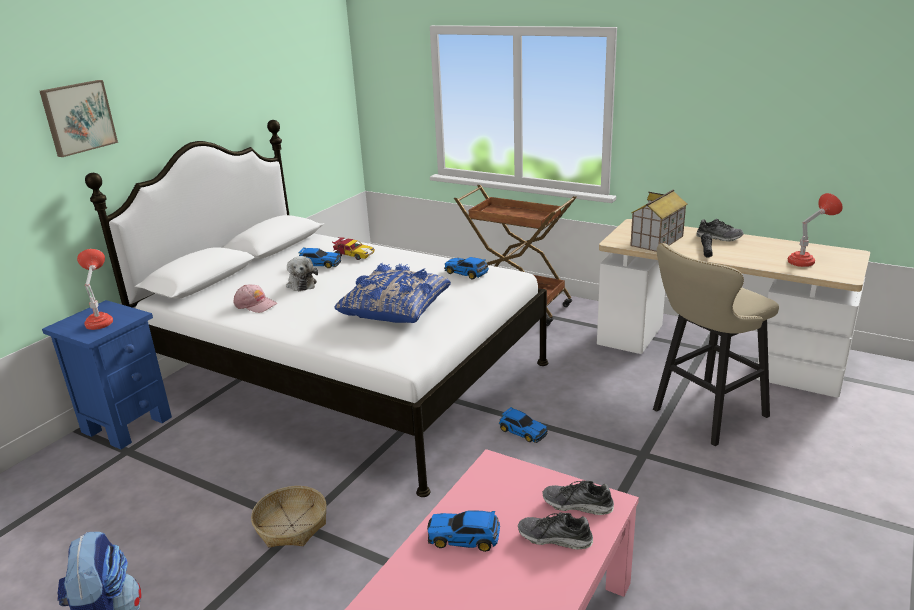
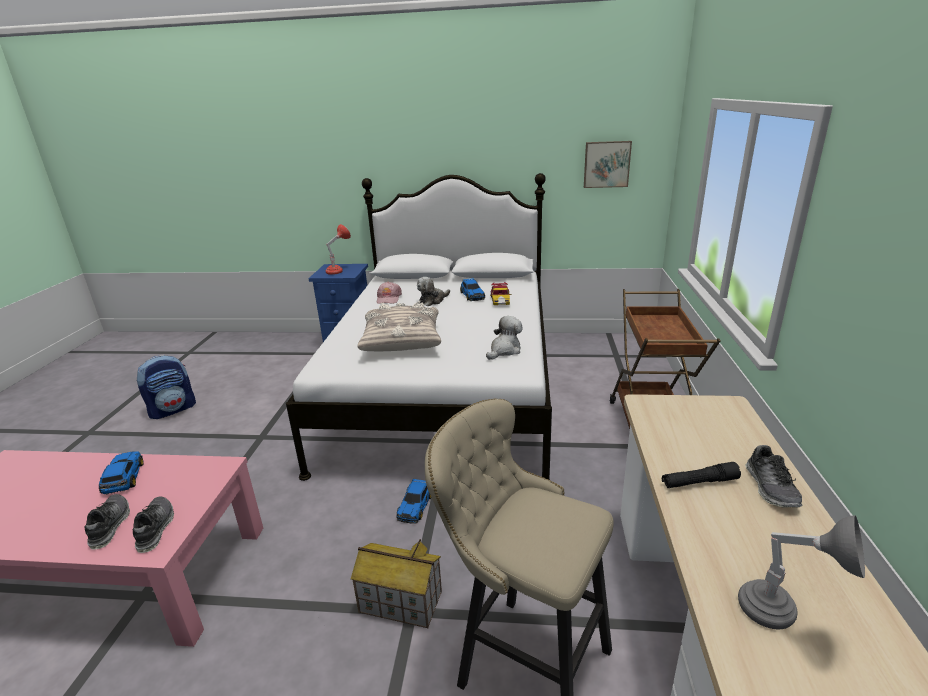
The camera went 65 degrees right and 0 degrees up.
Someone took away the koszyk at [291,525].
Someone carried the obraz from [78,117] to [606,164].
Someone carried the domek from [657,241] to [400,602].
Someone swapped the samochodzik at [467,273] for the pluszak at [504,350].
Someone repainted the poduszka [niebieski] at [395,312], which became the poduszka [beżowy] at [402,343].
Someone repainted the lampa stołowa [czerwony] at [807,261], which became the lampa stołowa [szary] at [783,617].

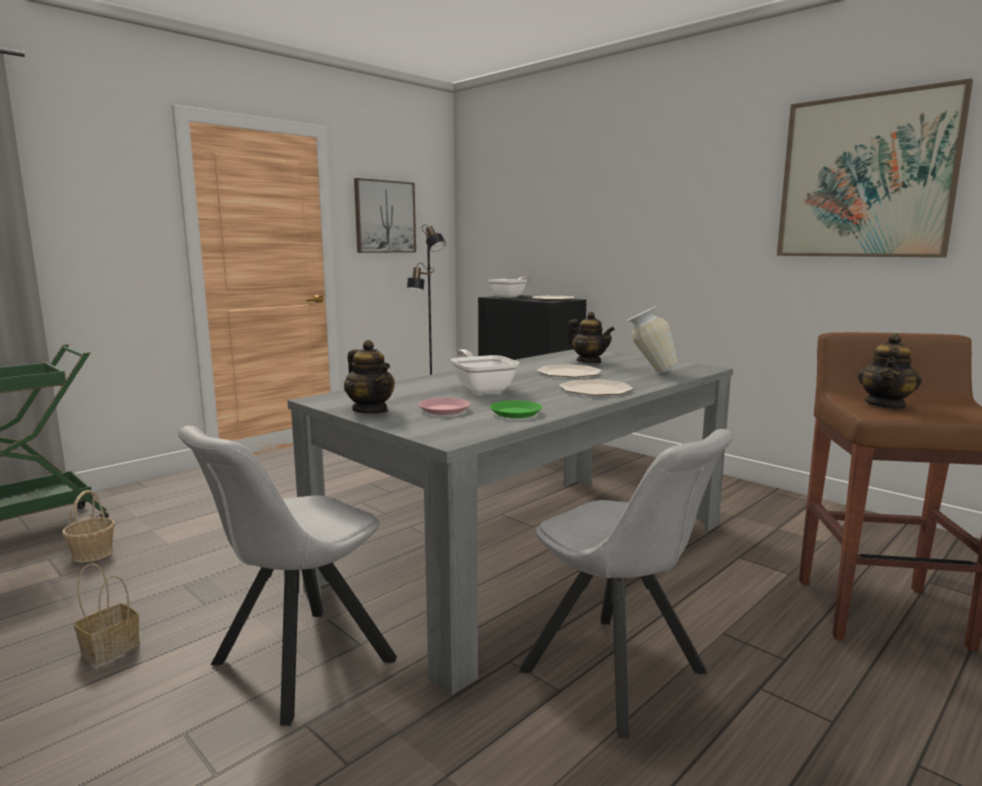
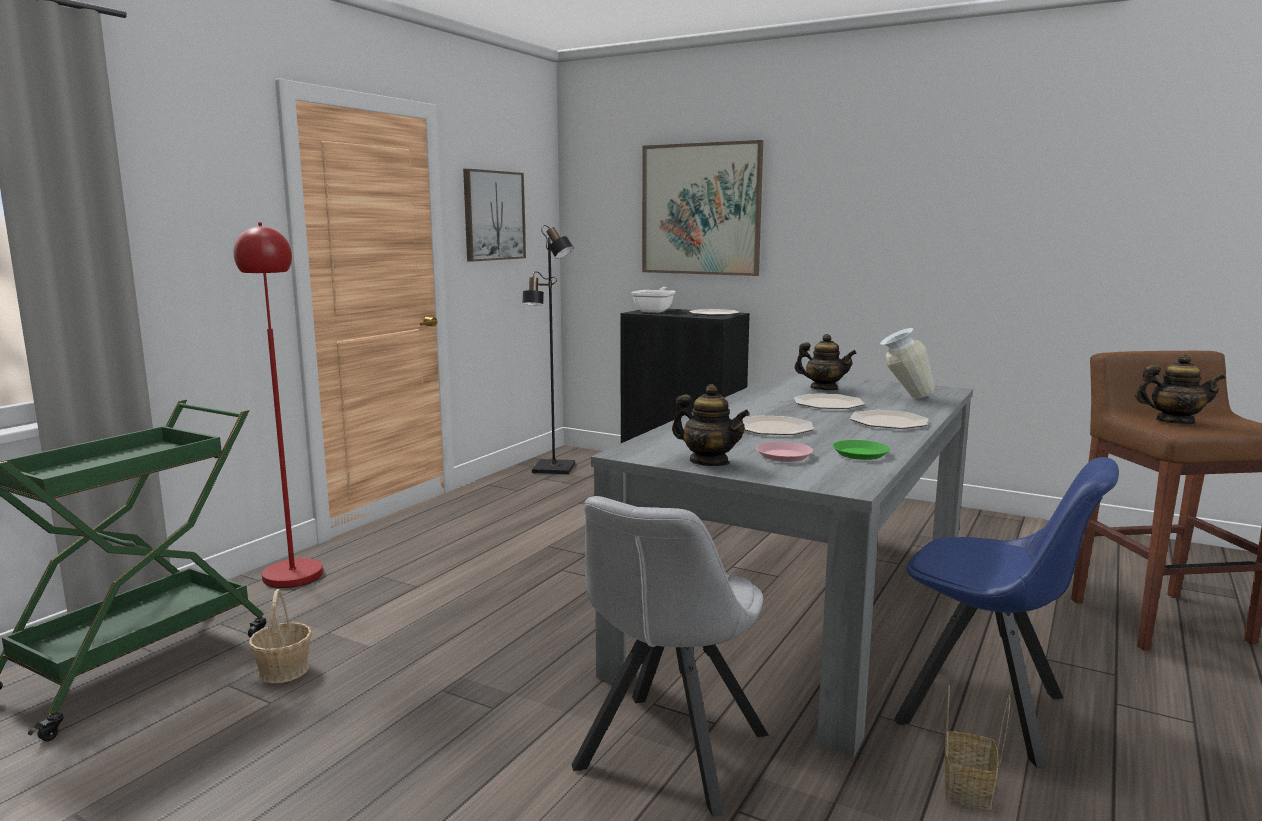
The camera went 15 degrees left and 0 degrees up.
Someone put down the lampa stojąca [czerwony] at [294,583].
Someone carried the koszyk from [109,650] to [969,790].
Someone carried the obraz from [865,177] to [701,209].
Someone swapped the patelnia at [482,388] for the talerz at [774,427].
Someone repainted the krzesło [szary] at [617,673], which became the krzesło [niebieski] at [986,711].
Someone rotated the imbryk at [886,405] by 90 degrees counterclockwise.

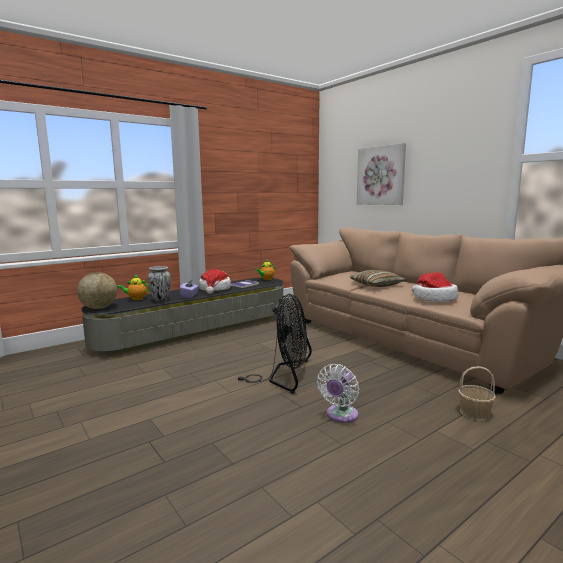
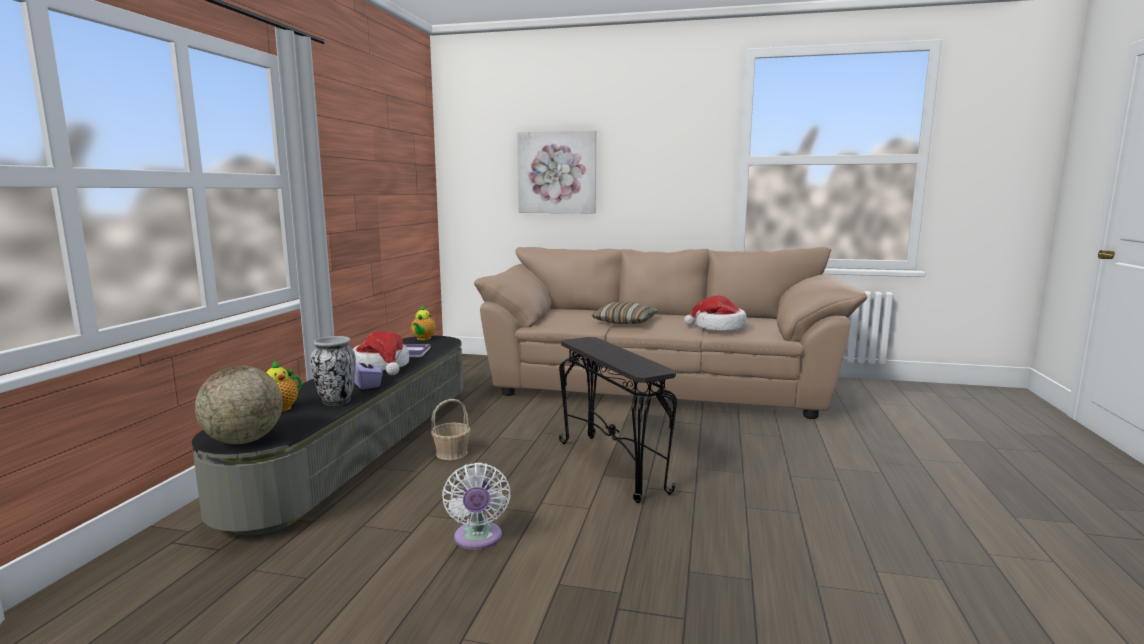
The camera went 40 degrees left and 0 degrees up.
Someone carried the wentylator [biały] from [340,416] to [478,539].
Someone carried the koszyk from [475,413] to [452,453].
Someone swapped the wentylator [czarny] at [284,376] for the stolik [czarny] at [611,466].

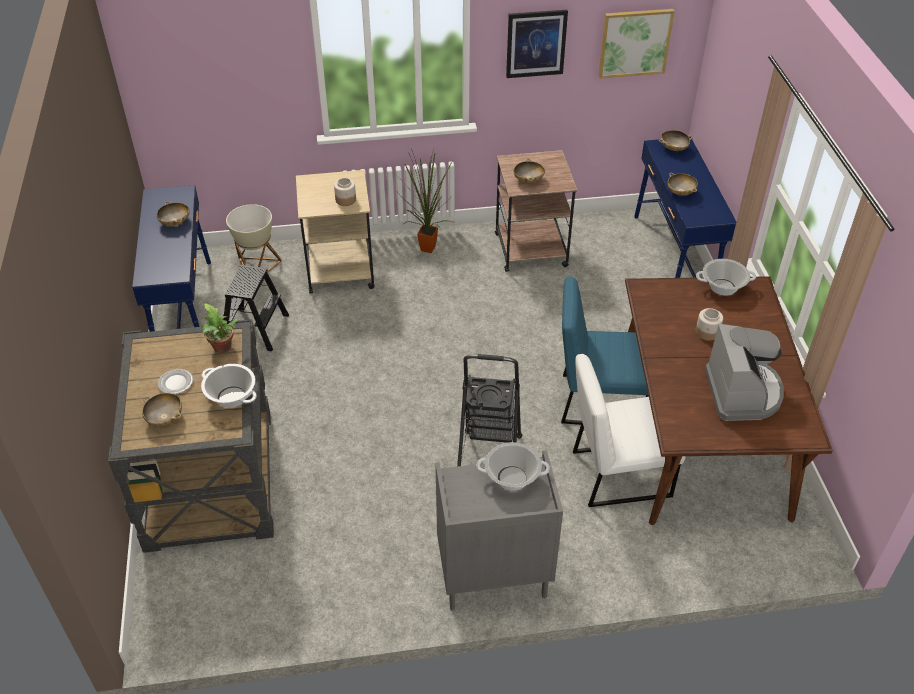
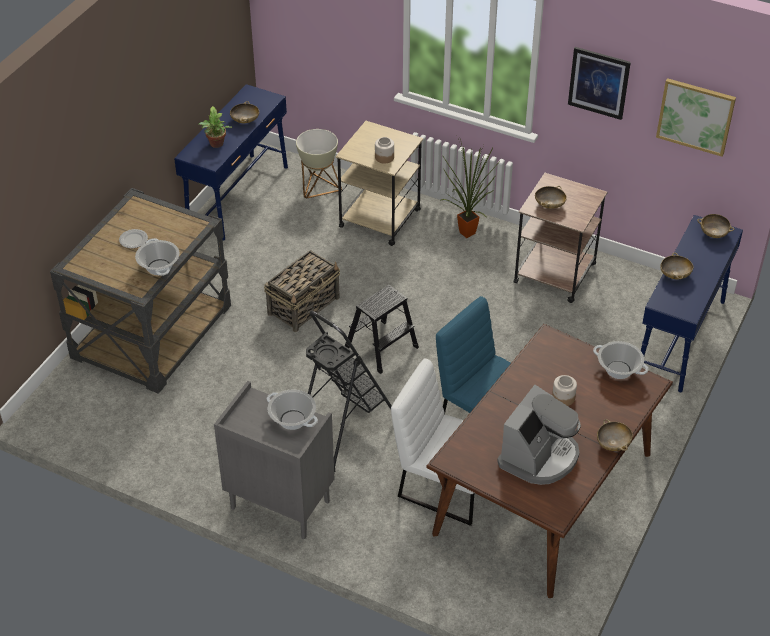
The camera went 35 degrees right and 0 degrees up.
Someone put down the koszyk at [304,305].
Someone carried the miska [beżowy] from [165,418] to [613,444].
Someone carried the roślina doniczkowa from [223,348] to [216,145].
Someone carried the drabinka [czarny] from [255,328] to [382,346].

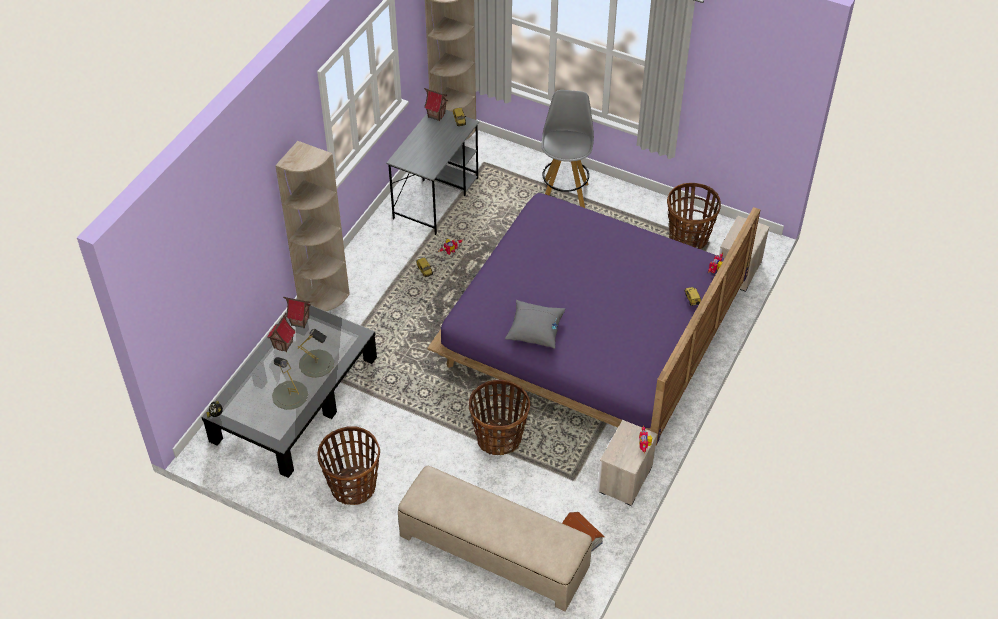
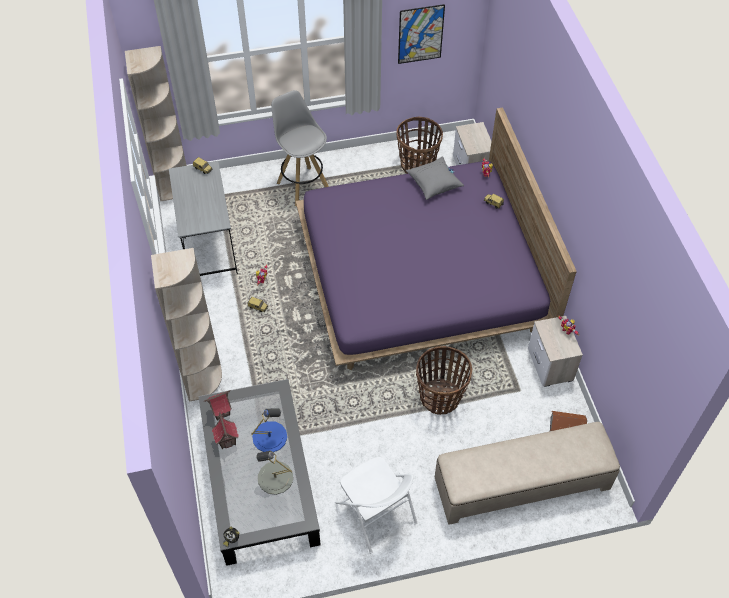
The camera went 40 degrees left and 5 degrees up.
Someone took away the domek at [436,115].
Someone put up the obraz at [420,34].
Someone carried the poduszka [szary] from [535,330] to [434,183].
Someone swapped the koszyk at [353,486] for the krzesło [biały] at [375,513].
Someone repainted the lampa stołowa [szary] at [316,363], which became the lampa stołowa [niebieski] at [269,437].

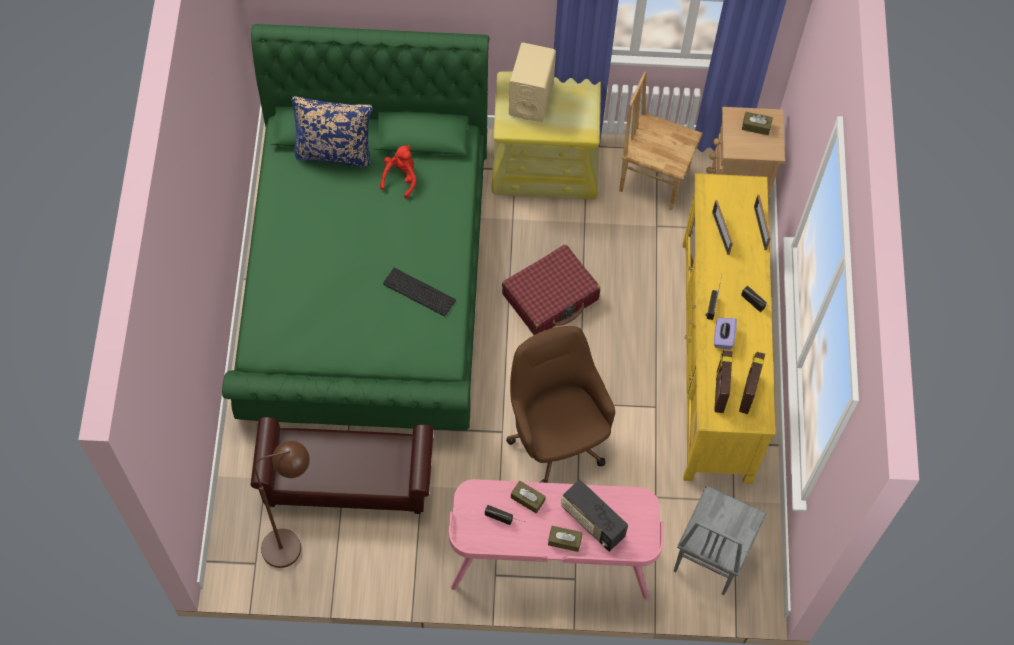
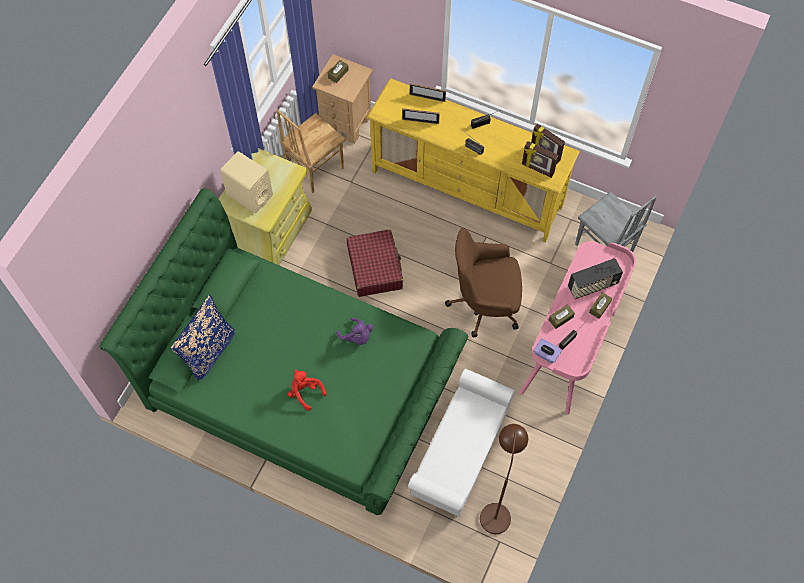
The camera went 65 degrees left and 0 degrees up.
Someone carried the pluszak [czerwony] from [401,178] to [305,392].
Someone carried the pudełko chusteczek [fioletowy] from [723,338] to [546,354].
Someone swapped the klawiatura at [417,292] for the pluszak [fioletowy] at [357,337].
Someone repainted the pufa [brązowy] at [347,480], which became the pufa [biały] at [459,454].

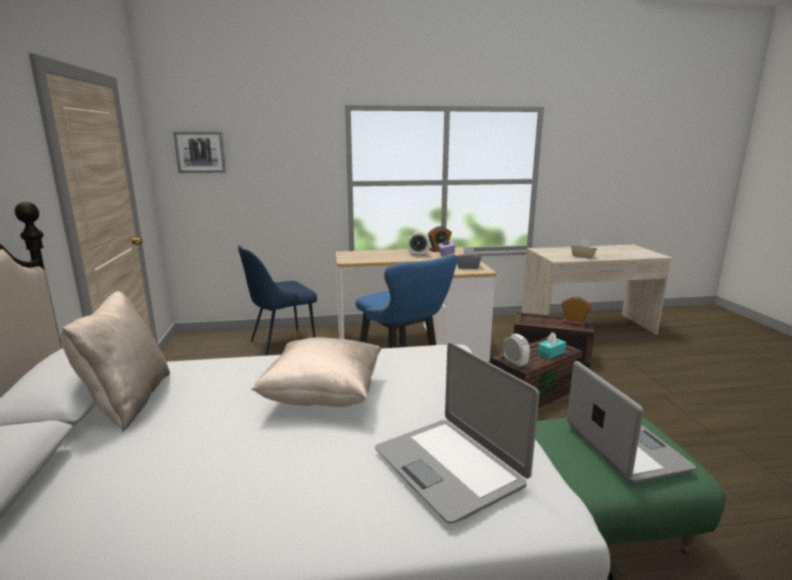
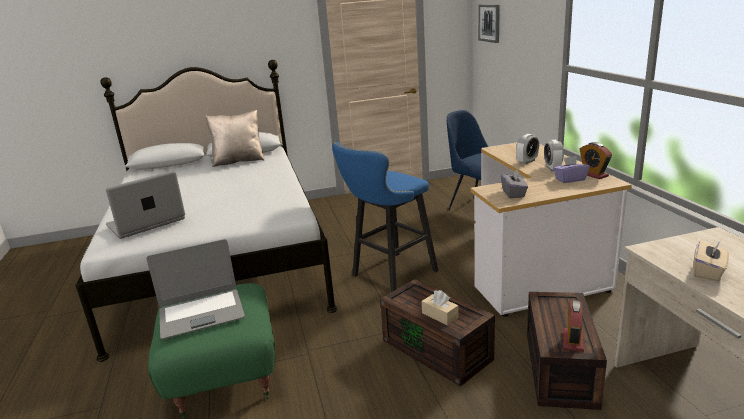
The camera went 85 degrees right and 5 degrees up.
Someone took away the poduszka [beżowy] at [323,396].
Someone carried the budzik from [515,363] to [527,161].
Someone repainted the pudełko chusteczek [turkusowy] at [551,353], which became the pudełko chusteczek [beżowy] at [440,315].

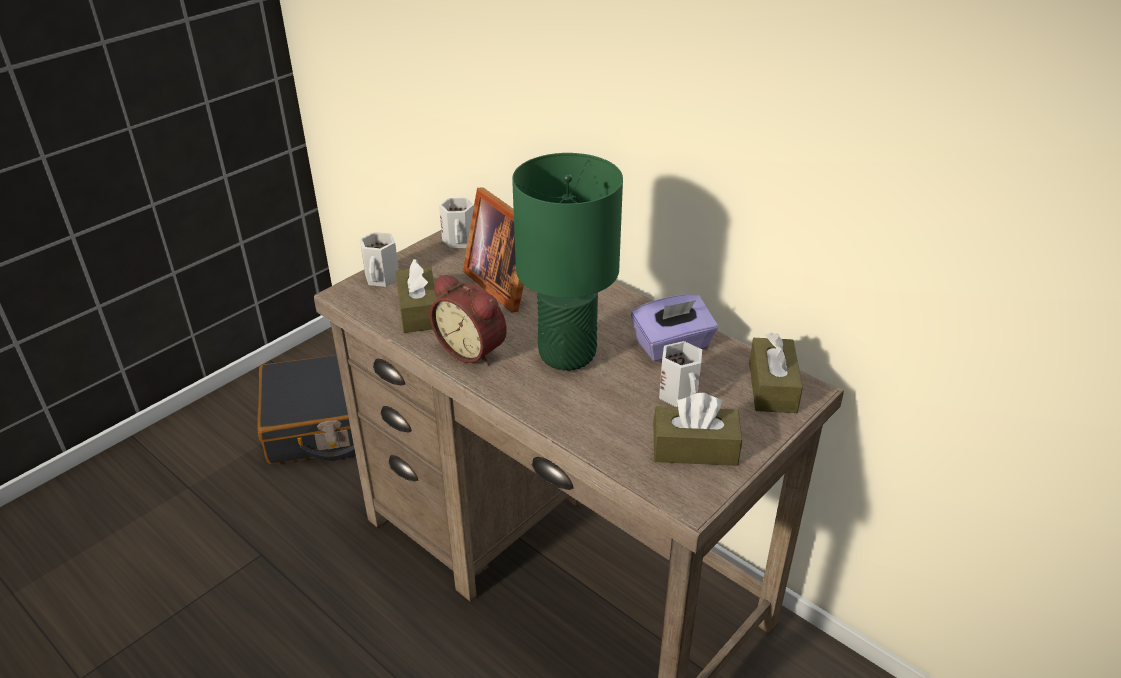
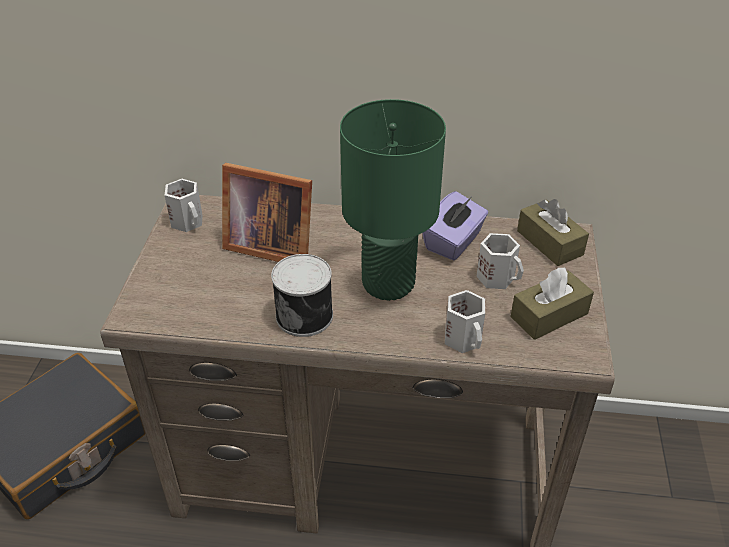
The camera went 35 degrees left and 5 degrees up.
Someone took away the pudełko chusteczek [brązowy] at [419,311].
Someone carried the kubek [biały] from [383,278] to [464,339].
Someone swapped the budzik at [473,349] for the puszka at [305,315].

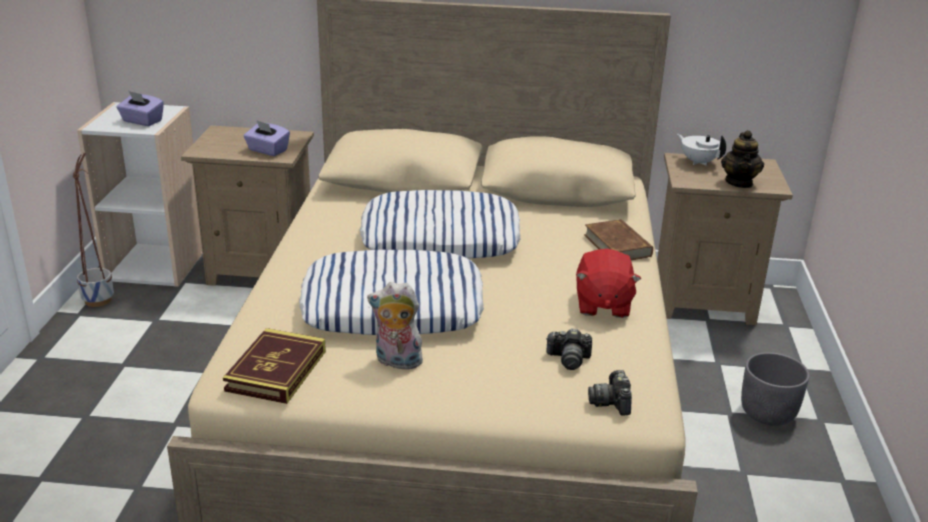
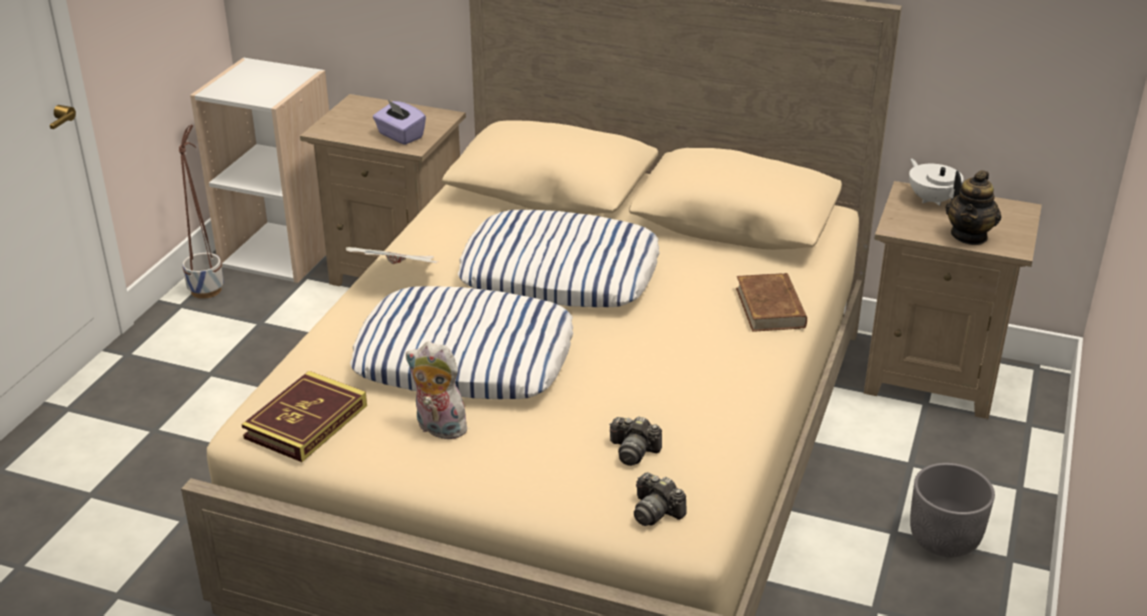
The camera went 15 degrees right and 5 degrees up.
Someone took away the pudełko chusteczek [fioletowy] at [142,121].
Someone took away the pluszak [czerwony] at [602,305].
Someone put down the gazeta at [398,276].
Someone rotated the aparat fotograficzny at [611,402] by 60 degrees counterclockwise.

